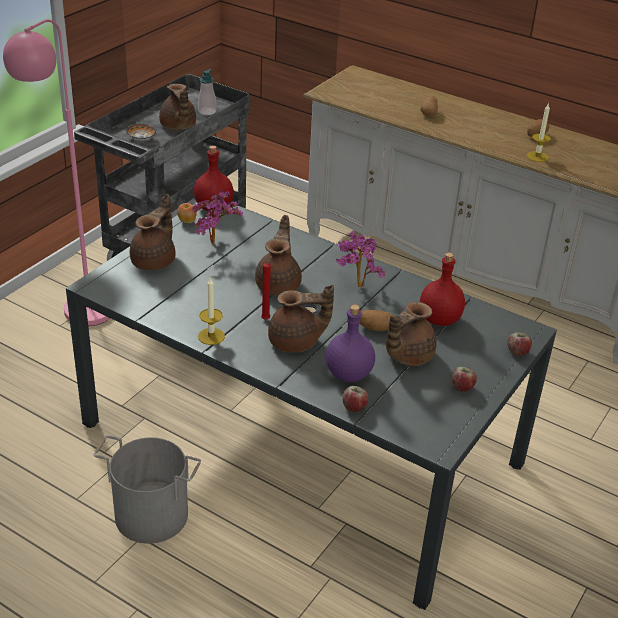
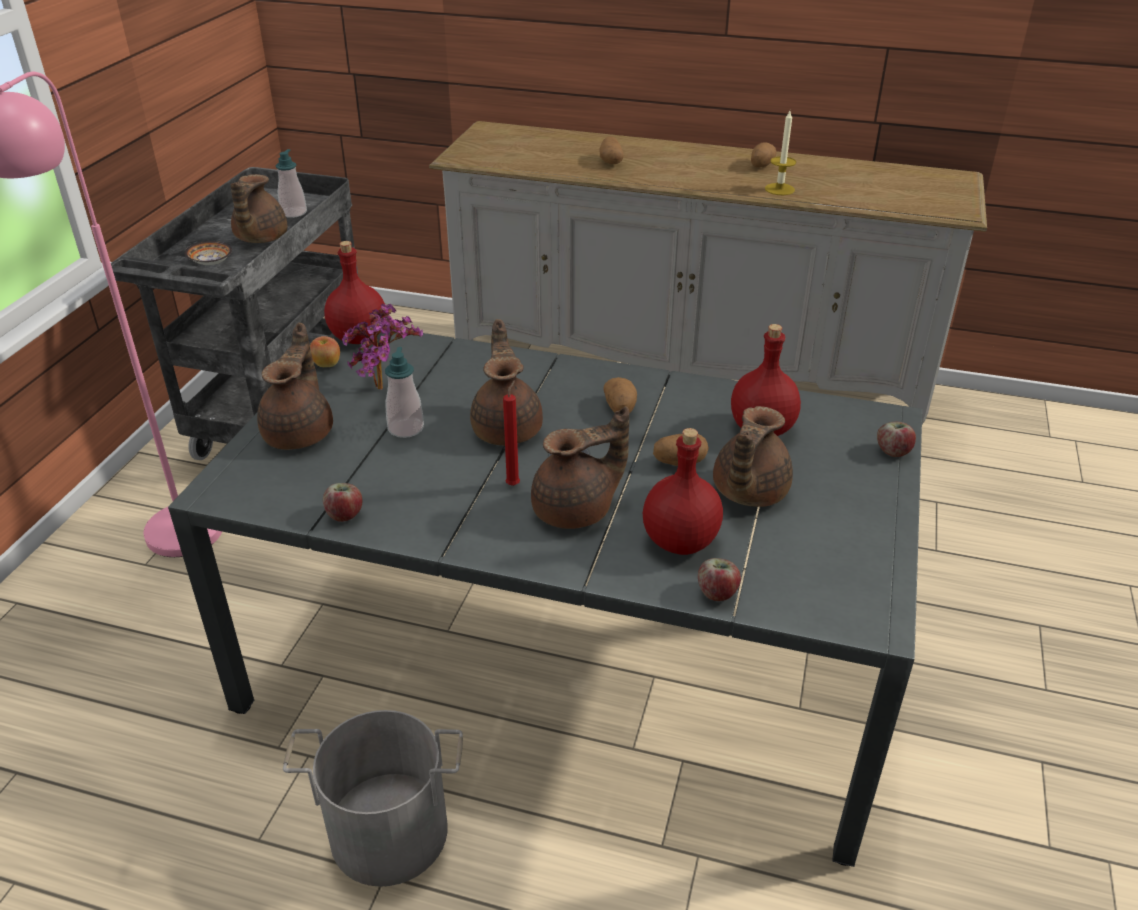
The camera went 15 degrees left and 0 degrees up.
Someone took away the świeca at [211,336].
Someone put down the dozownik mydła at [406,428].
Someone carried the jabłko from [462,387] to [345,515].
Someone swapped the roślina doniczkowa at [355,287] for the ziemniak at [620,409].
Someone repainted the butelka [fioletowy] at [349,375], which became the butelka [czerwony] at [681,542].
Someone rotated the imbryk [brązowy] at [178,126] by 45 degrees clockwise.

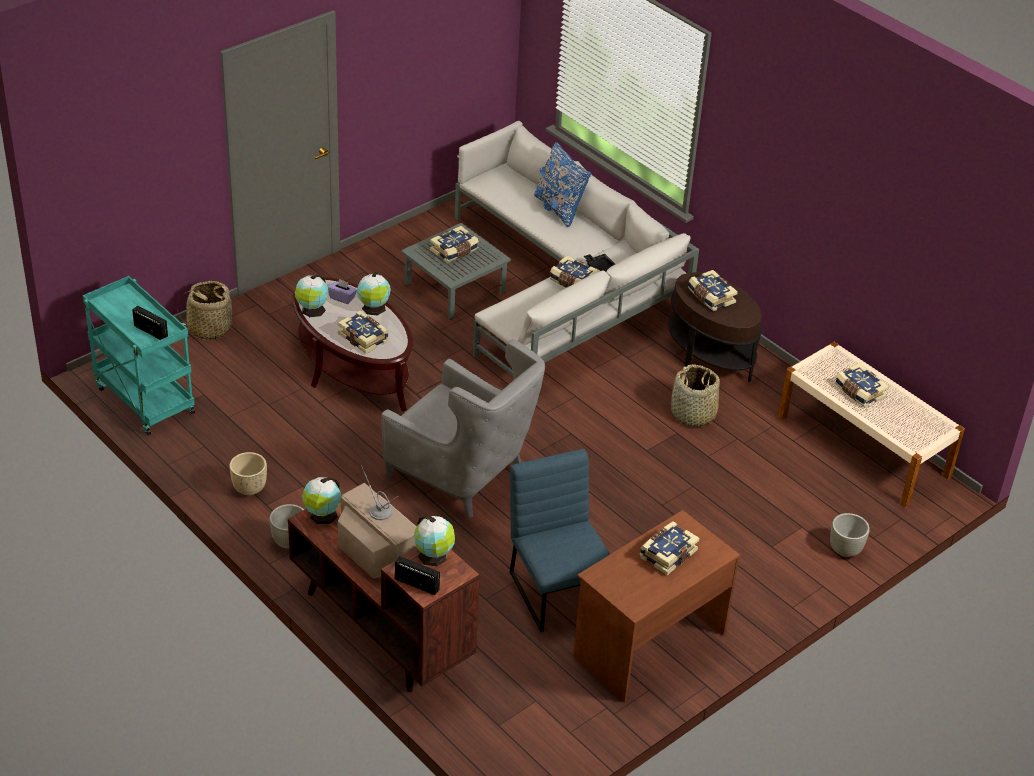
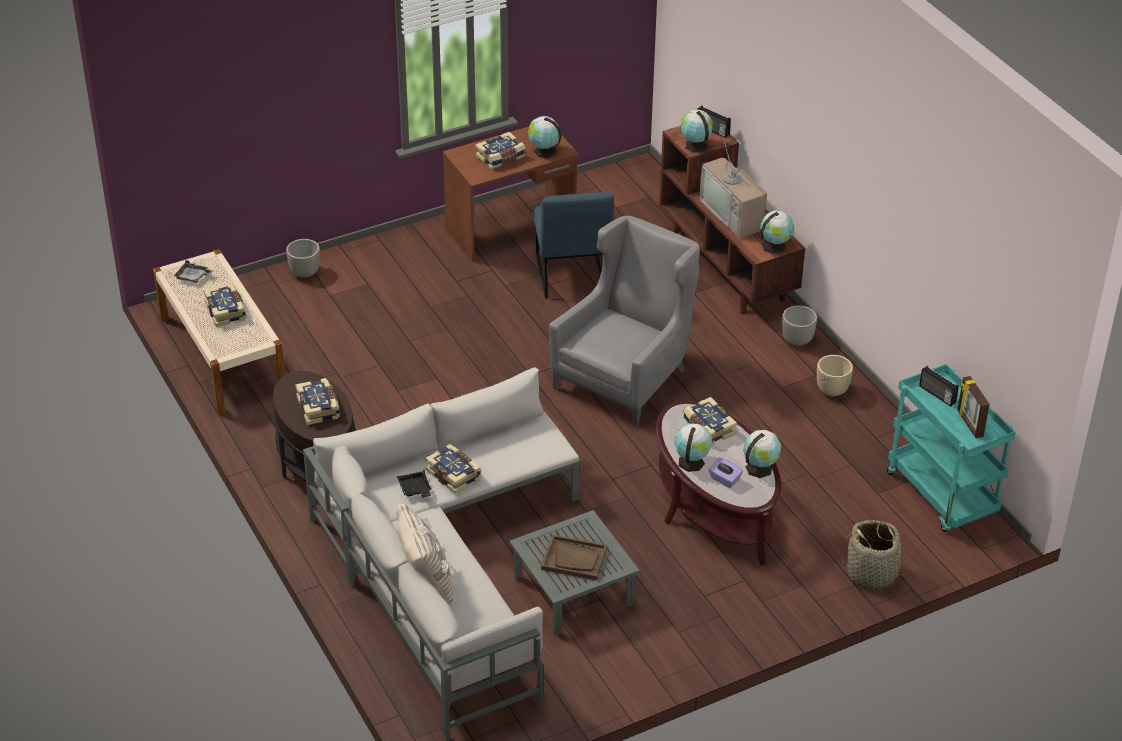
The camera went 165 degrees left and 0 degrees up.
Someone took away the koszyk at [693,415].
Someone put down the taca [szary] at [193,277].
Someone put down the globus at [544,151].
Someone put down the ramka na zdjęcie at [969,424].
Someone swapped the książka at [454,251] for the taca [brązowy] at [574,559].
Someone repainted the poduszka [niebieski] at [558,209], which became the poduszka [beżowy] at [428,580].
Someone rotated the fotel [szary] at [462,475] by 75 degrees clockwise.

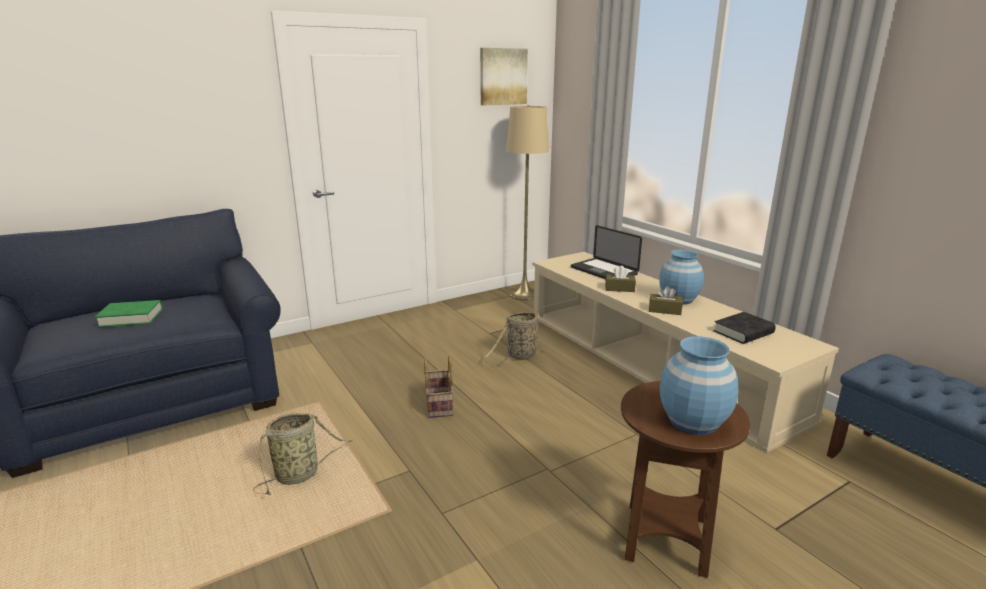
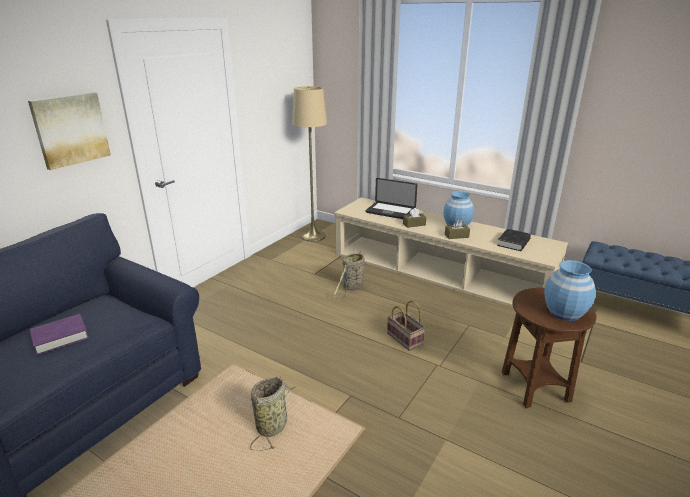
The camera went 25 degrees left and 5 degrees up.
Someone carried the koszyk from [440,405] to [406,339].
Someone carried the obraz from [502,76] to [70,129].
Someone repainted the książka [zielony] at [131,318], which became the książka [fioletowy] at [60,337].

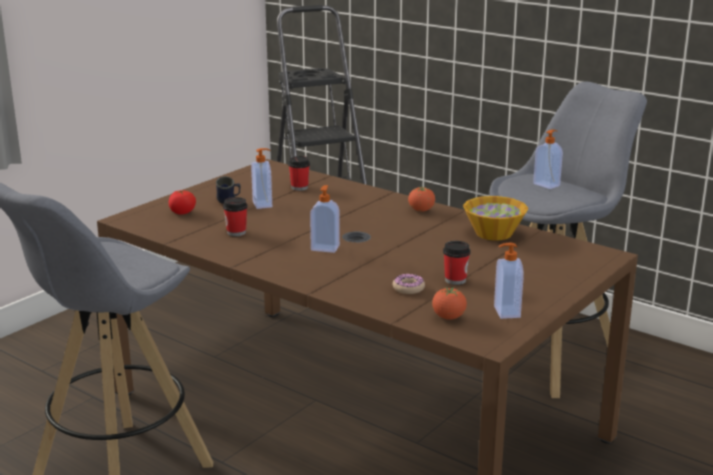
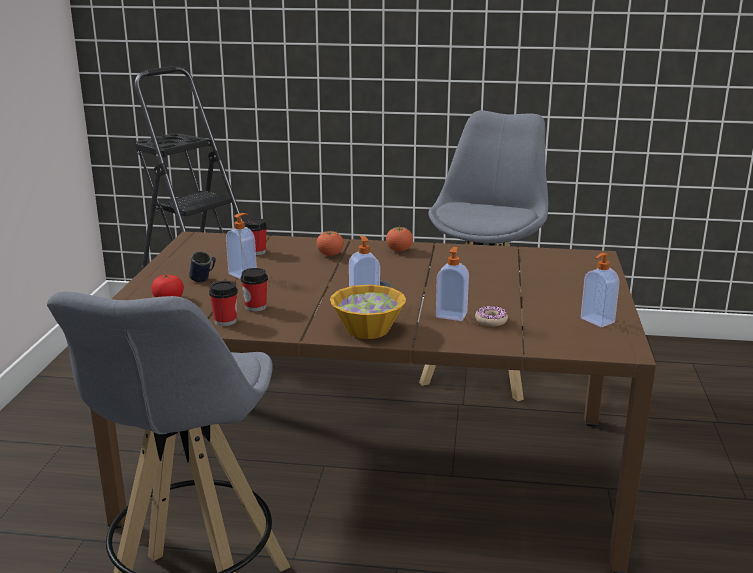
The camera went 30 degrees left and 0 degrees up.
Someone carried the pomidor from [448,317] to [330,255].
Someone carried the filiżanka from [455,280] to [225,321].
Someone carried the miska from [493,233] to [367,330].
Someone carried the dozownik mydła from [547,184] to [451,315].

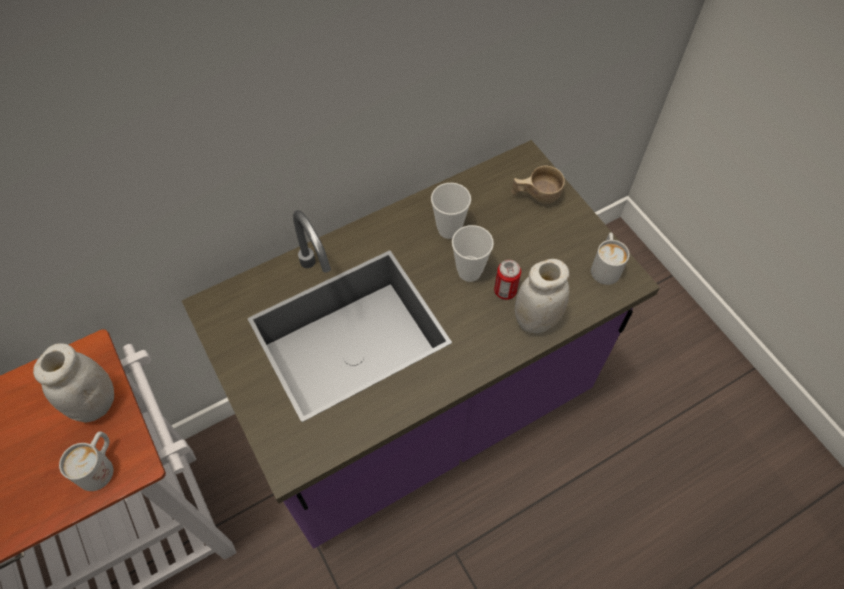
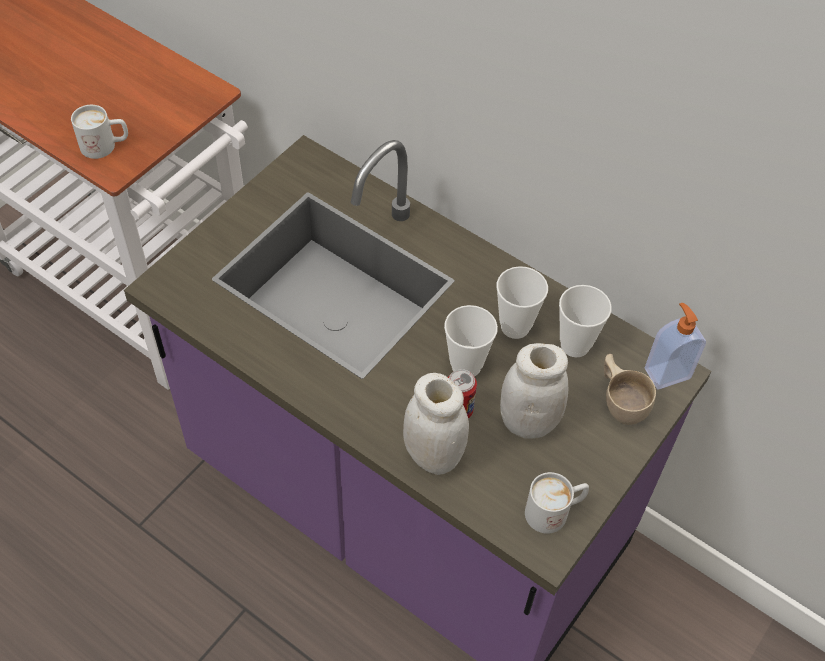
The camera went 65 degrees right and 5 degrees down.
Someone put down the filiżanka at [575,345].
Someone put down the dozownik mydła at [666,372].
Someone carried the słoik [biały] from [95,403] to [528,422].

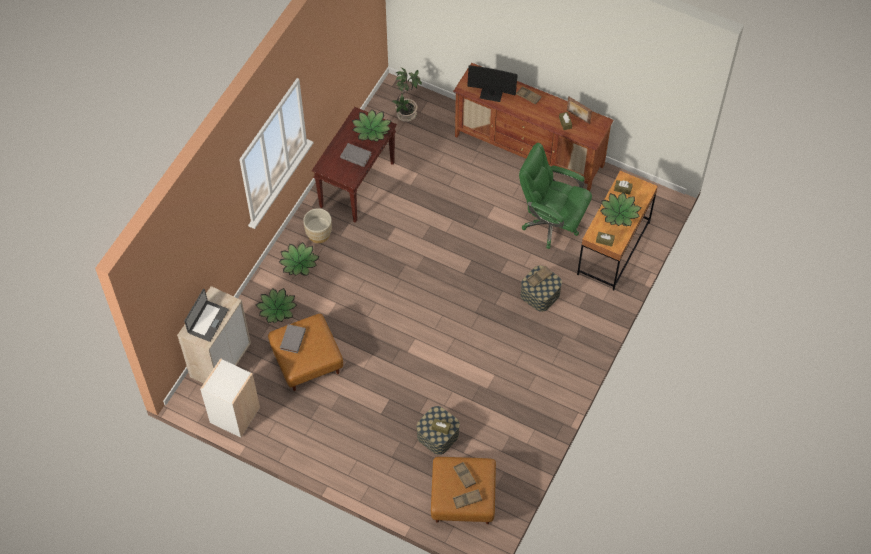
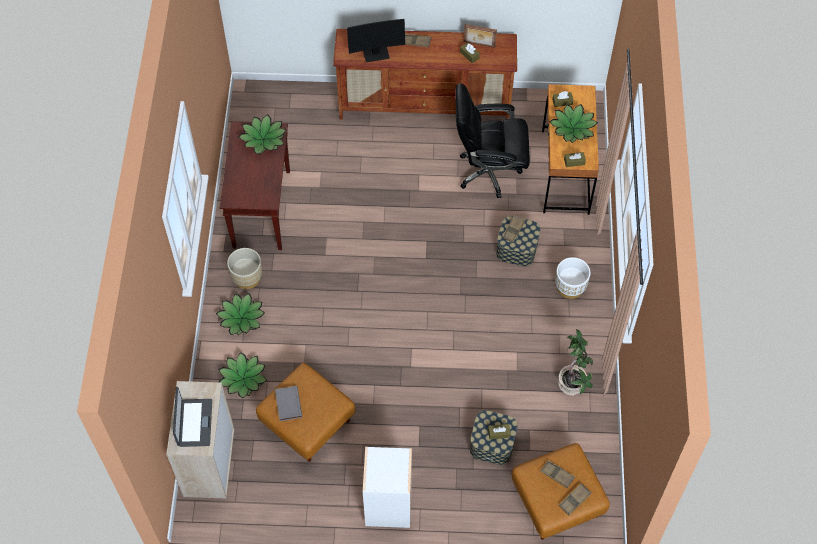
The camera went 25 degrees left and 0 degrees up.
Someone took away the książka [szary] at [356,155].
Someone put down the donica [biały] at [570,287].
Someone carried the regał from [234,415] to [388,505].
Someone carried the roślina doniczkowa from [407,114] to [572,384].
Someone repainted the krzesło biurowe [zielony] at [552,225], which became the krzesło biurowe [czarny] at [489,172].

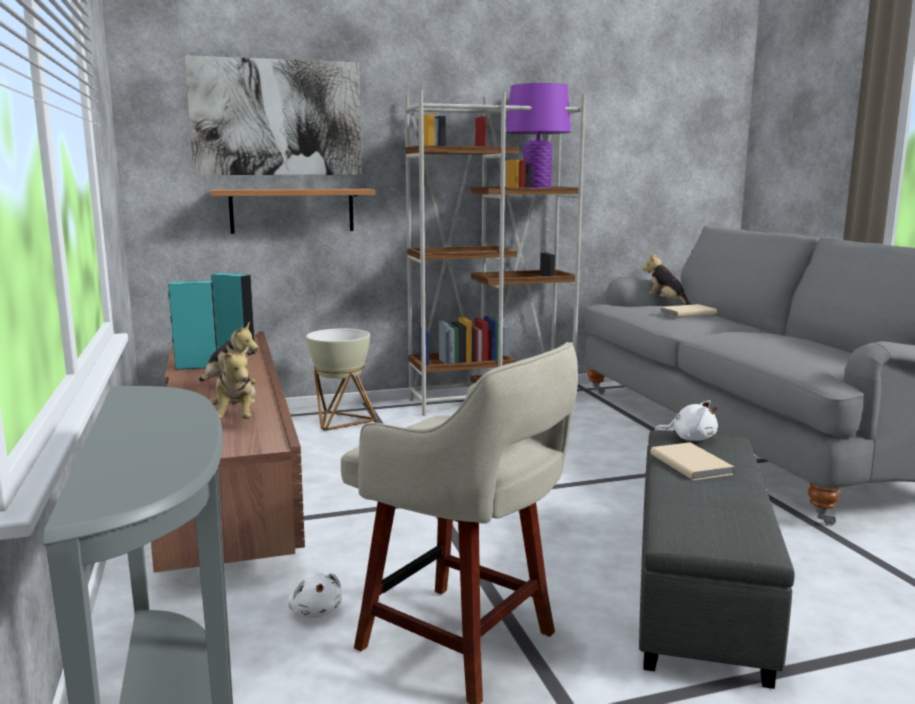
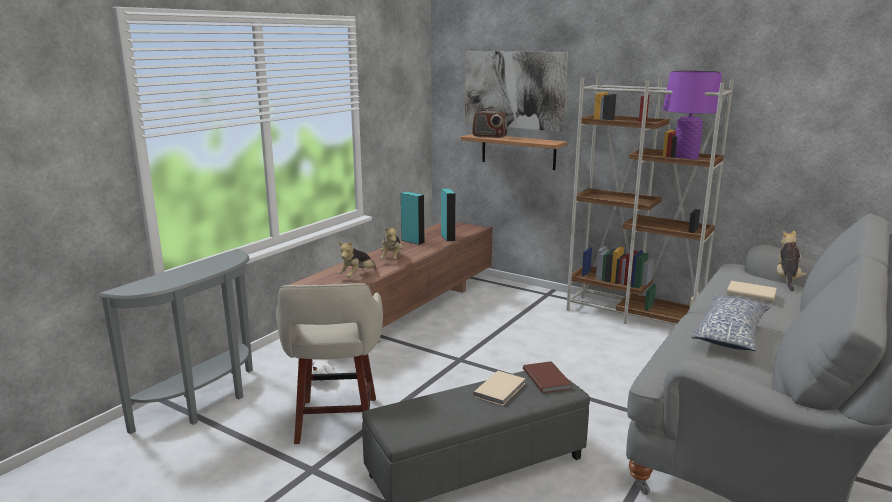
The camera went 50 degrees right and 5 degrees up.
Someone took away the donica at [340,421].
Someone put down the radio at [489,136].
Someone put down the poduszka at [731,333].
Someone swapped the pluszak [biały] at [690,438] for the książka [brązowy] at [547,378].

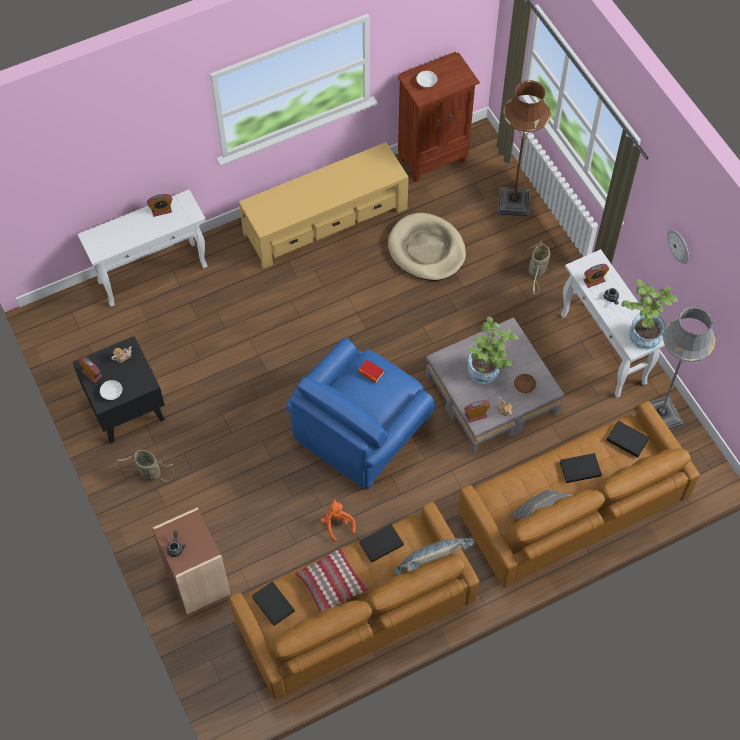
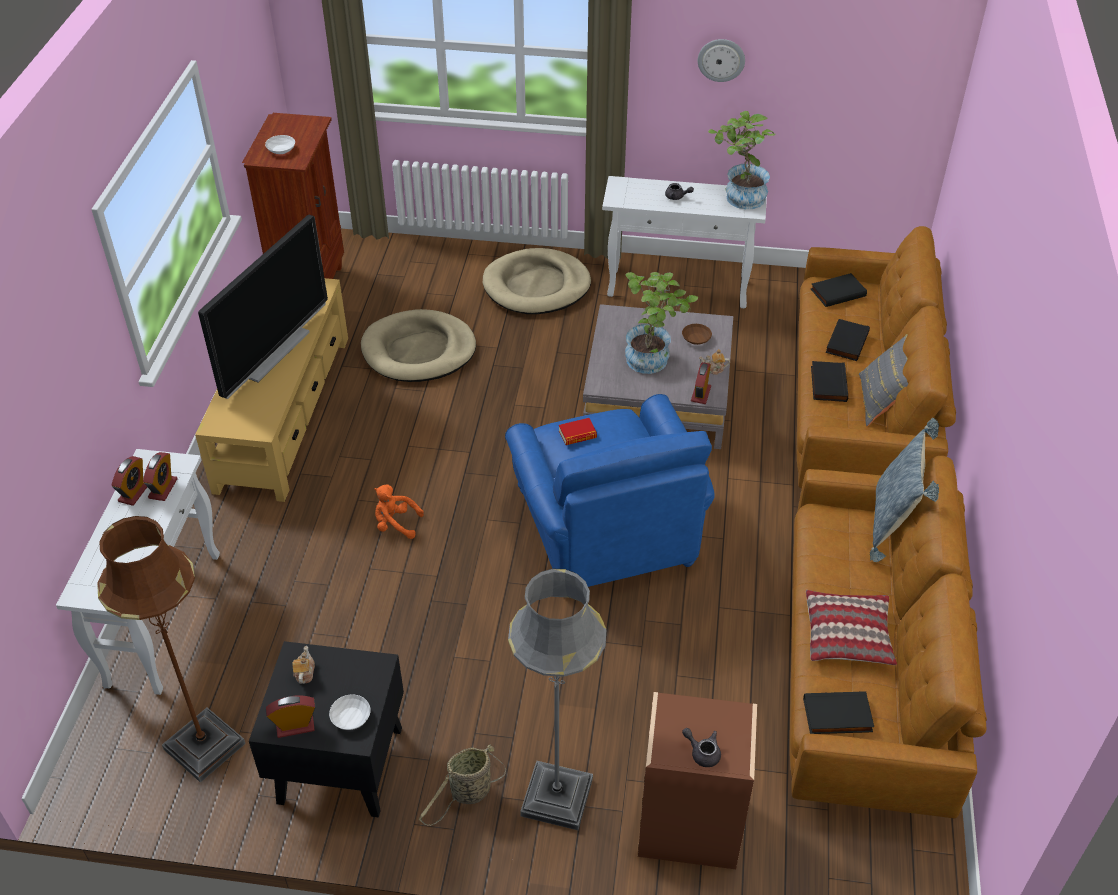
The camera went 55 degrees left and 15 degrees down.
Someone put down the telewizor at [273,352].
Someone carried the pluszak [pomarańczowy] from [337,524] to [395,524].
Someone carried the książka [czarny] from [381,543] to [827,383].
Someone carried the lampa stojąca [brązowy] from [513,203] to [204,746].
Someone carried the budzik from [594,280] to [163,488].
Someone carried the lampa stojąca [szary] from [660,416] to [557,797].
Someone swapped the koszyk at [537,271] for the legowisko [beżowy] at [536,286].

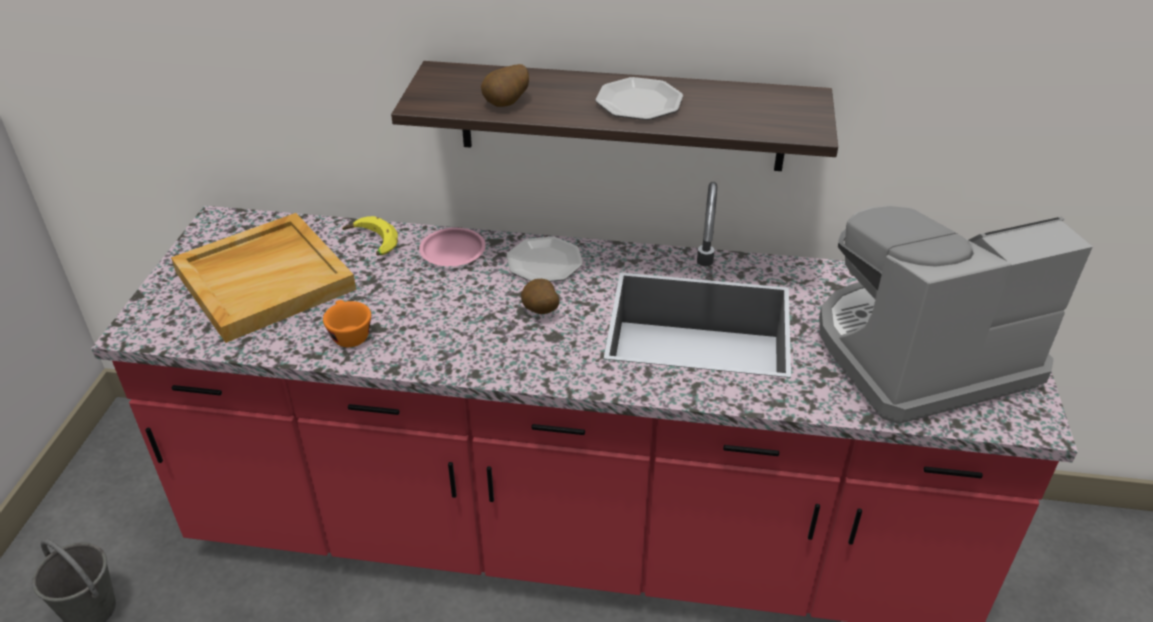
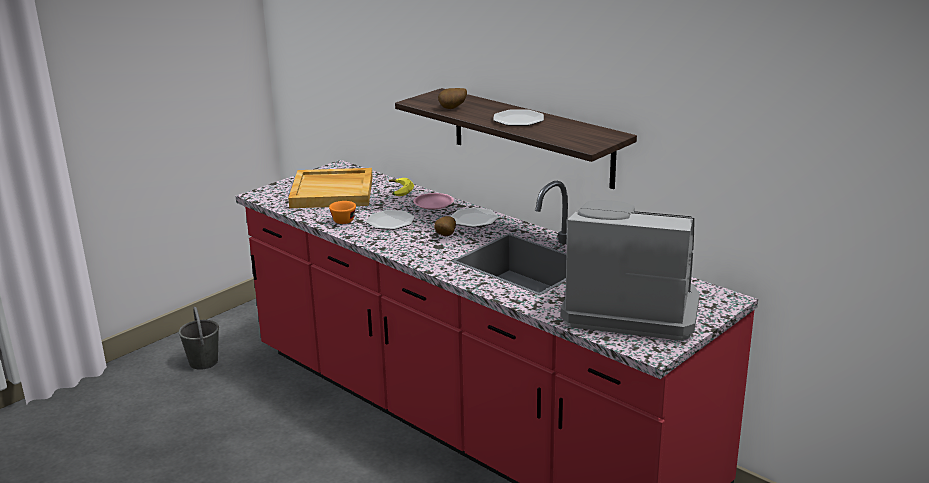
The camera went 35 degrees right and 15 degrees down.
Someone put down the talerz at [390,222].

